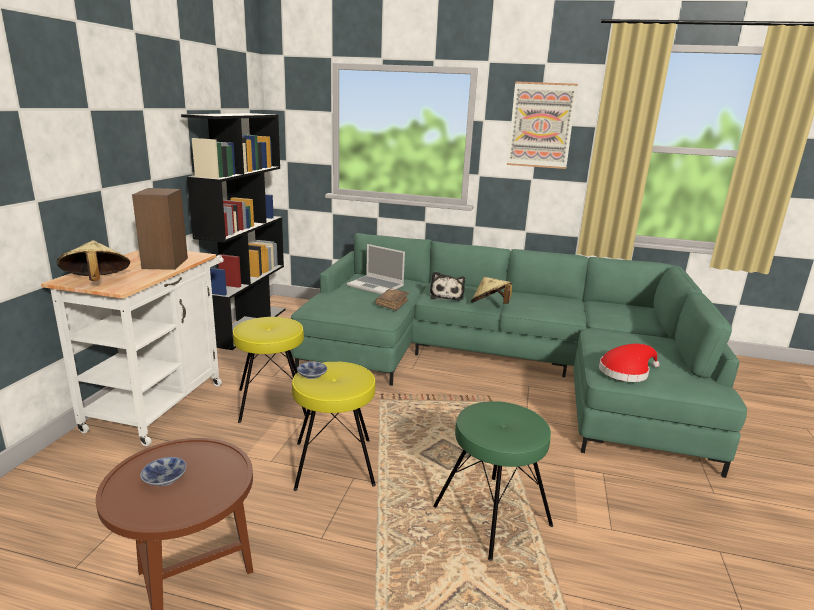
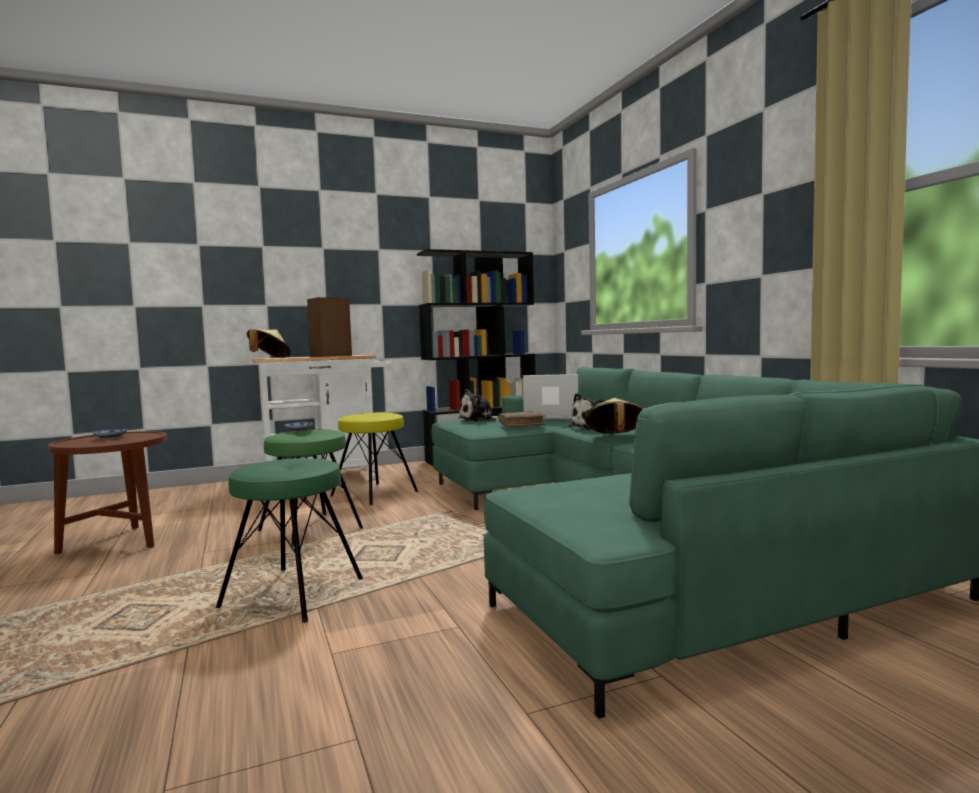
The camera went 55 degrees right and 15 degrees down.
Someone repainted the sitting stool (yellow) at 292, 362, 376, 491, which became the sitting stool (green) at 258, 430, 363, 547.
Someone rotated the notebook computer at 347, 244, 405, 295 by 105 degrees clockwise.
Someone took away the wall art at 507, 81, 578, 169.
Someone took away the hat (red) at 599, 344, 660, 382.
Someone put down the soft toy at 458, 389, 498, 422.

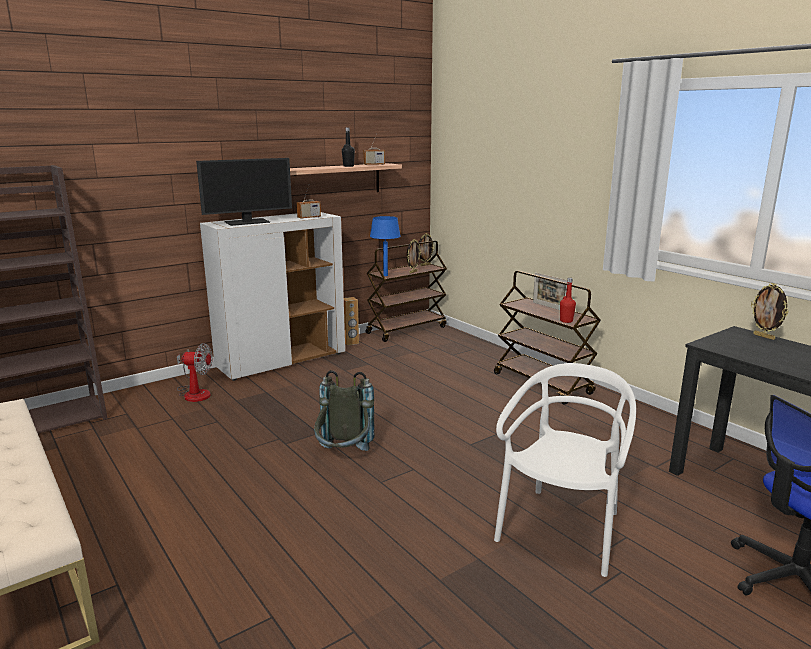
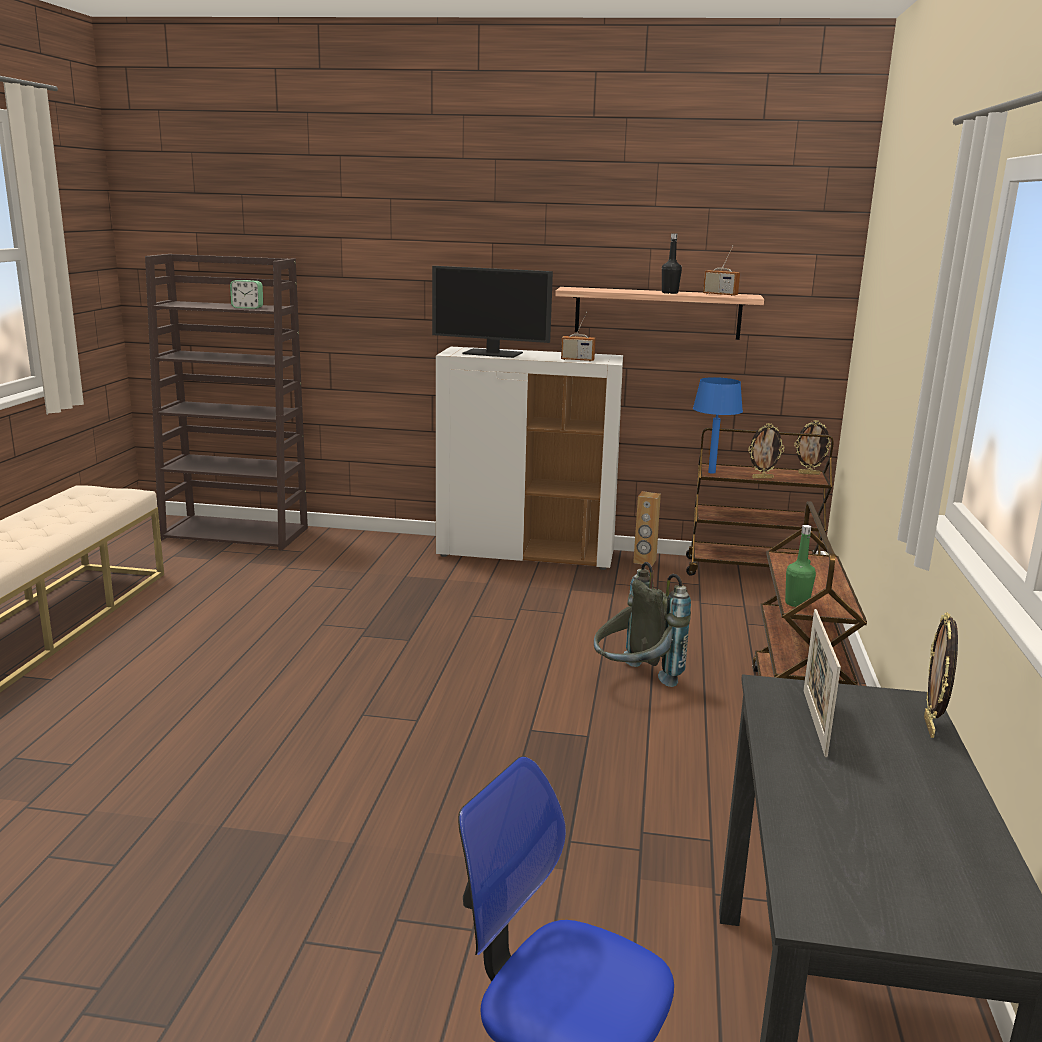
The camera went 45 degrees right and 0 degrees up.
Someone took away the cooling fan at 177, 343, 213, 402.
Someone carried the knapsack (gray) from 314, 370, 375, 451 to 594, 562, 691, 687.
Someone took away the upright chair (whitish) at 494, 363, 636, 577.
Someone carried the standing frame from 533, 272, 567, 310 to 803, 609, 841, 757.
Someone repainted the bottle (red) at 560, 278, 576, 323, which became the bottle (green) at 785, 525, 816, 607.
Someone put down the bedside clock at 230, 280, 263, 309.

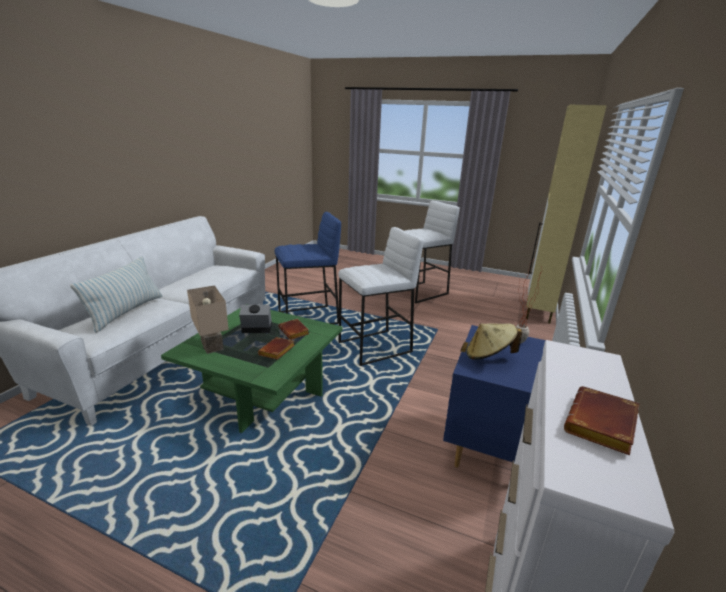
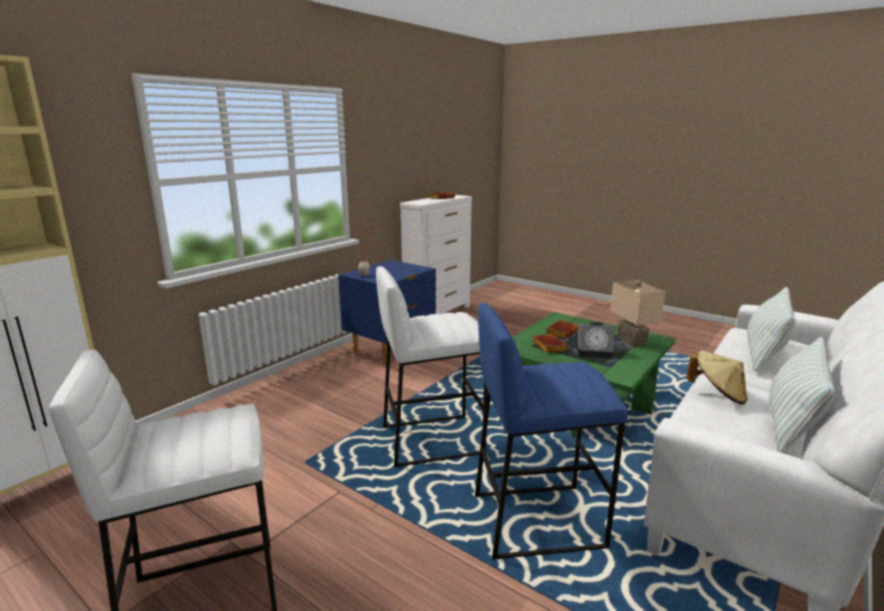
The camera went 165 degrees left and 5 degrees down.
Someone carried the hat (beige-coloured) from 466, 323, 522, 360 to 686, 350, 748, 404.
Someone put down the throw pillow at 769, 337, 835, 454.

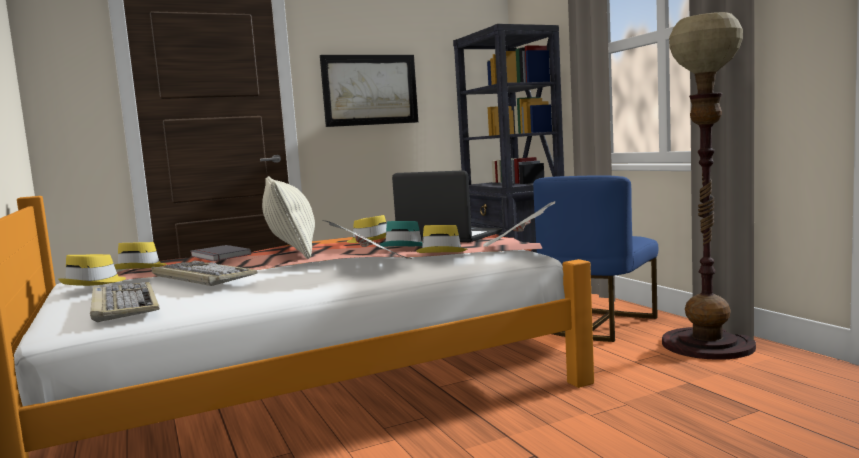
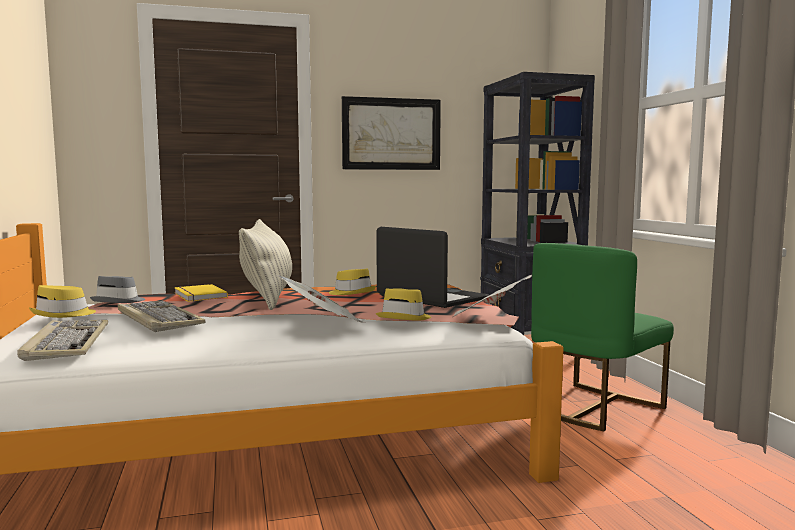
The camera went 10 degrees right and 0 degrees up.
Someone repainted the hat (yellow) at 114, 242, 167, 270, which became the hat (gray) at 90, 276, 145, 303.
Someone repainted the volume (gray) at 191, 245, 251, 261, which became the volume (yellow) at 174, 284, 228, 302.
Someone took away the hat (blue-green) at 380, 221, 423, 247.
Someone repainted the upright chair (bluish) at 533, 175, 658, 342, which became the upright chair (green) at 531, 243, 674, 431.
Someone took away the floor lamp at 662, 12, 756, 360.

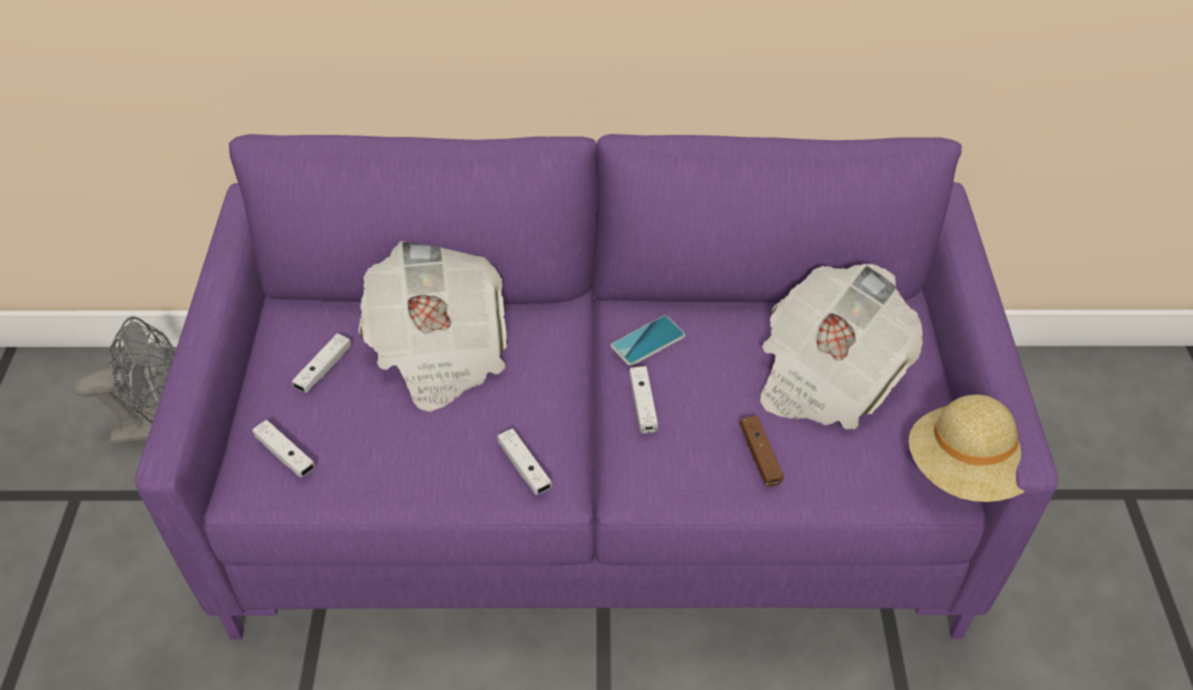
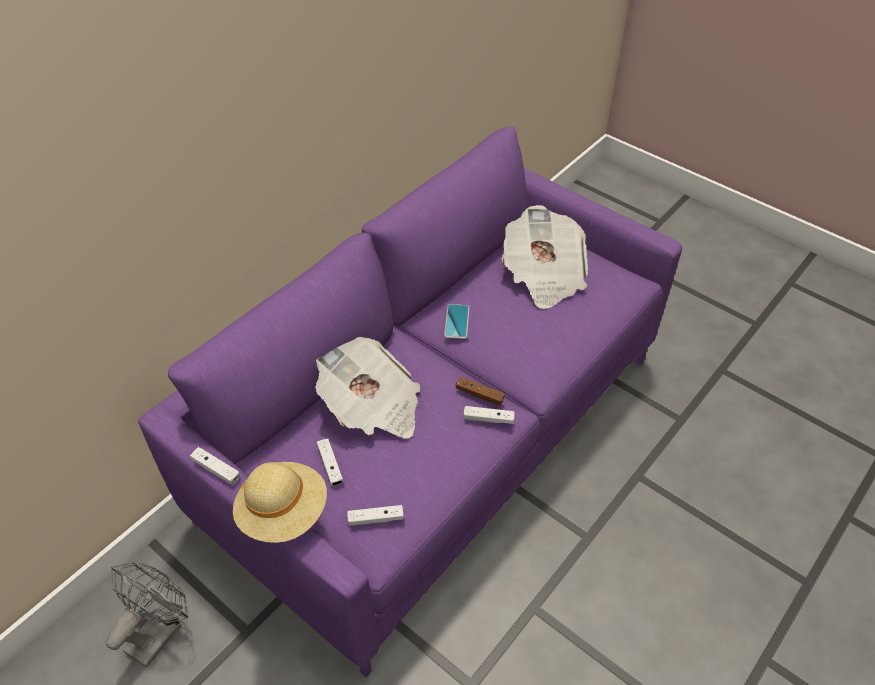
The camera went 50 degrees left and 0 degrees up.
Someone carried the game controller (whitish) from 629, 366, 658, 433 to 190, 447, 240, 485.
Someone carried the game controller (brownish) from 740, 416, 784, 487 to 456, 377, 505, 405.
Someone carried the hat (beige-coloured) from 909, 395, 1025, 502 to 233, 462, 327, 543.

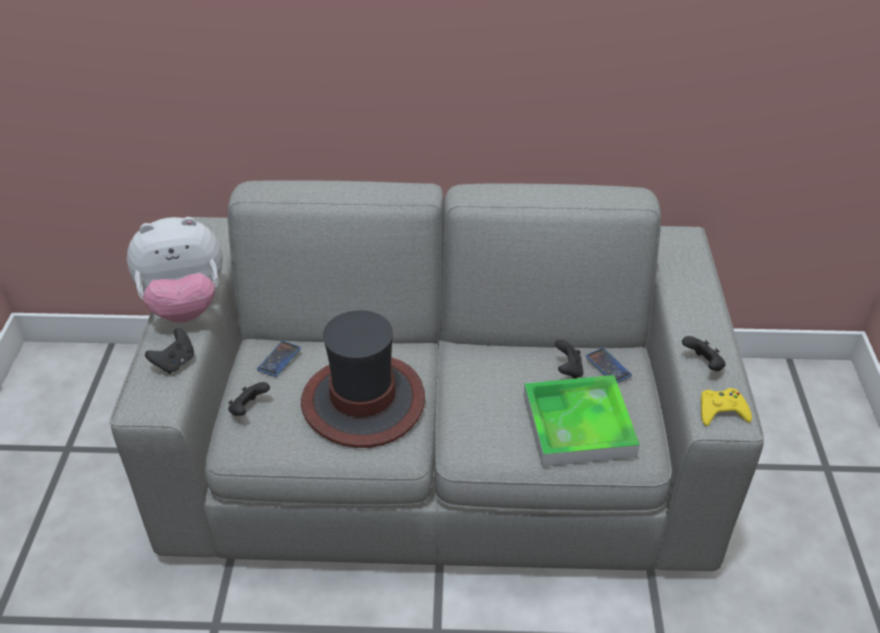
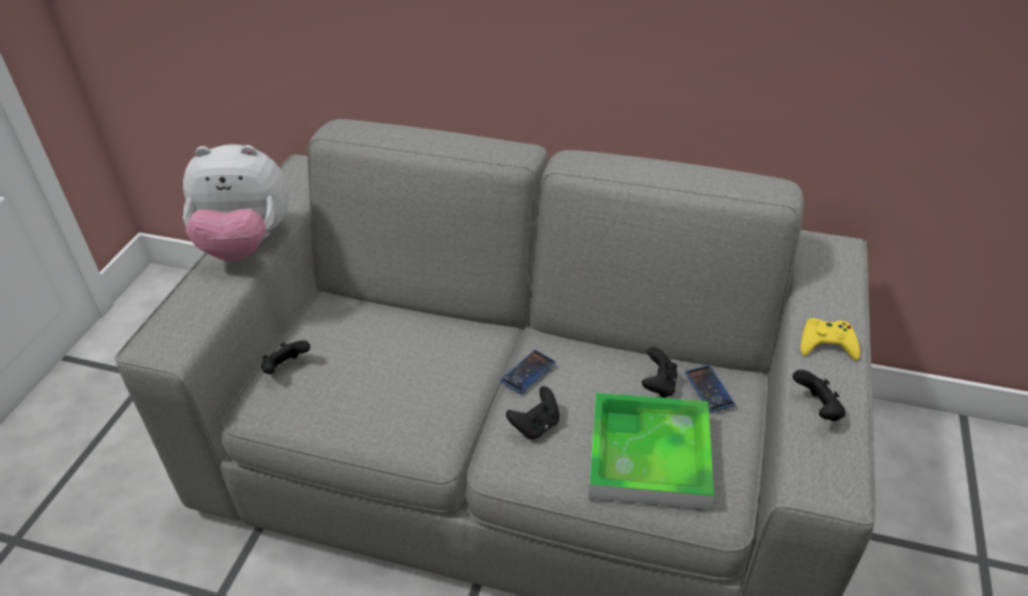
The camera went 15 degrees right and 0 degrees up.
Someone carried the game controller (black) from 145, 328, 194, 374 to 506, 386, 560, 439.
Someone carried the phone from 257, 341, 301, 377 to 500, 350, 555, 394.
Someone took away the hat at 301, 310, 425, 448.
Someone carried the game controller (yellow) from 701, 388, 752, 426 to 801, 318, 860, 360.

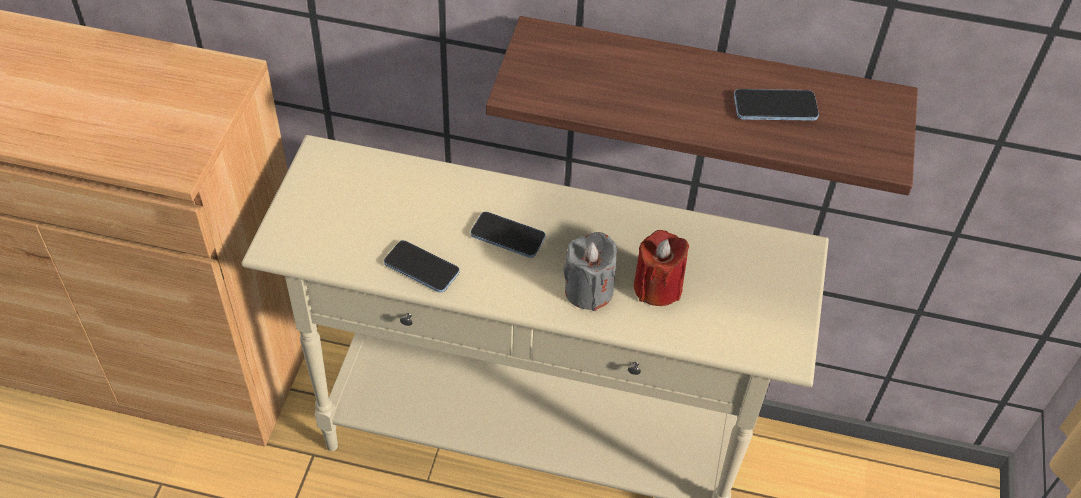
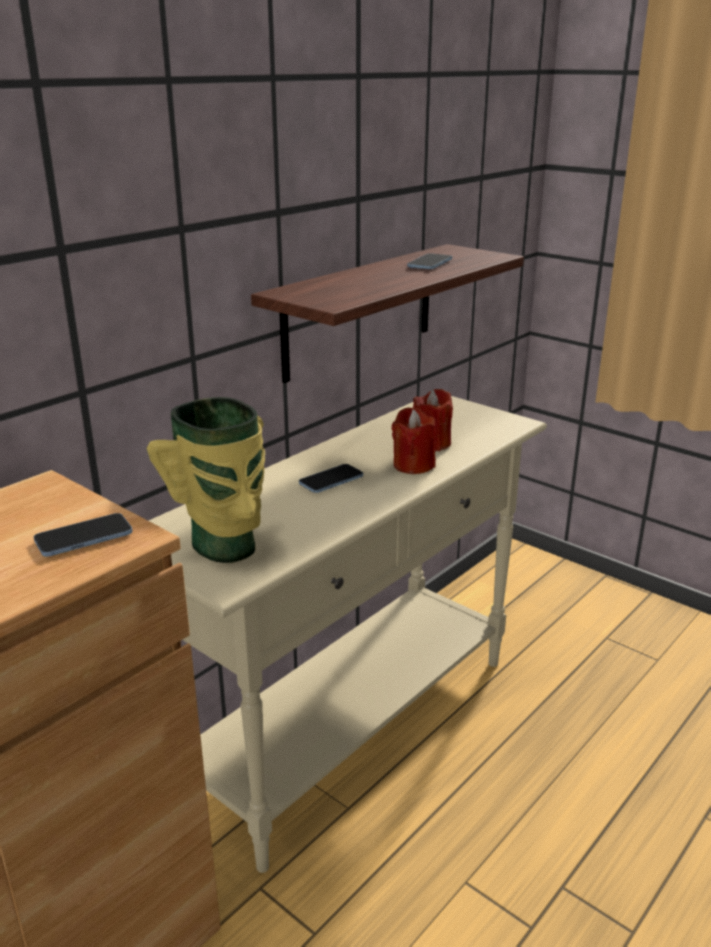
The camera went 60 degrees left and 25 degrees down.
Someone carried the phone from 384, 240, 460, 293 to 34, 513, 133, 557.
Someone repainted the wax light (gray) at 563, 232, 617, 311, which became the wax light (red) at 392, 407, 436, 474.
Someone put down the decorative vase at 147, 397, 265, 563.

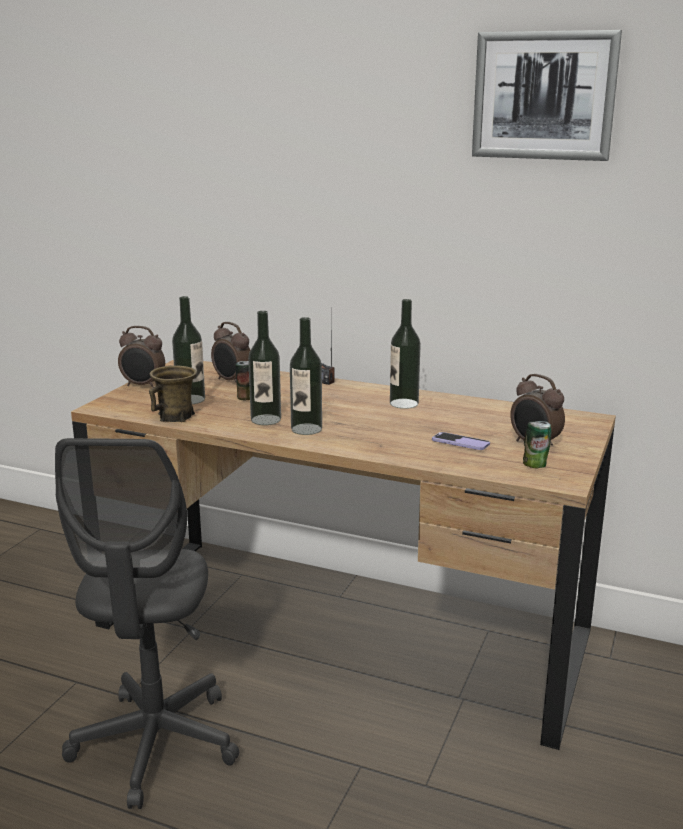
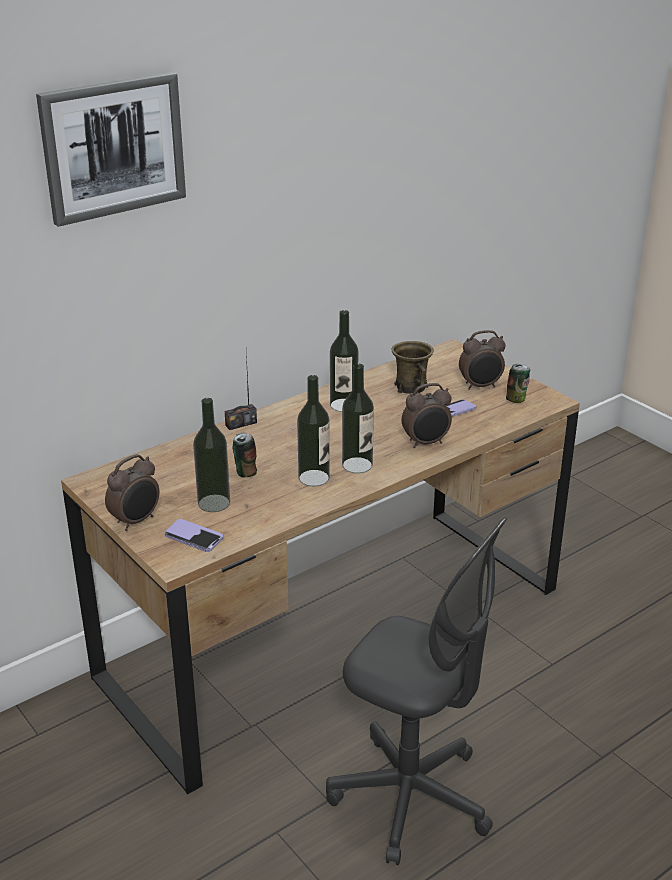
The camera went 60 degrees left and 10 degrees up.
Someone carried the tea mug (brownish) from 149, 366, 197, 422 to 391, 341, 434, 394.
Someone carried the bedside clock from 211, 322, 250, 385 to 402, 383, 452, 448.
Someone carried the wall art from 472, 30, 622, 161 to 36, 72, 186, 227.
Someone put down the phone at 165, 519, 223, 552.

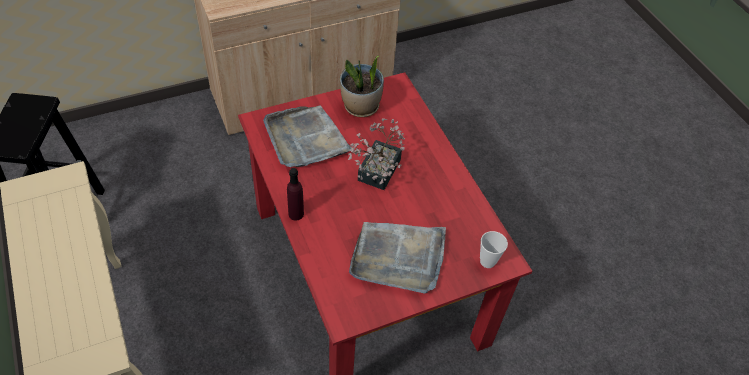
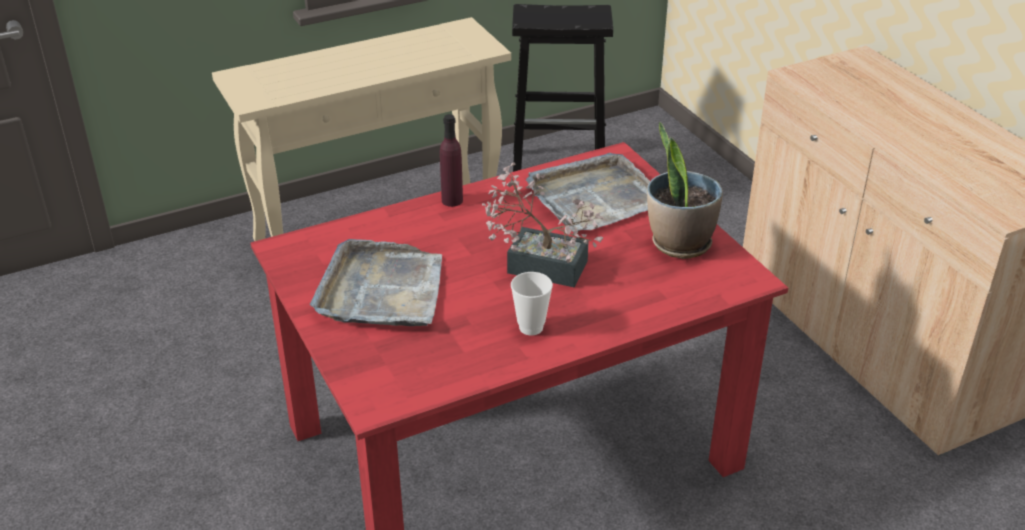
The camera went 90 degrees right and 15 degrees down.
Someone carried the small cup from 480, 231, 508, 268 to 511, 272, 553, 336.

